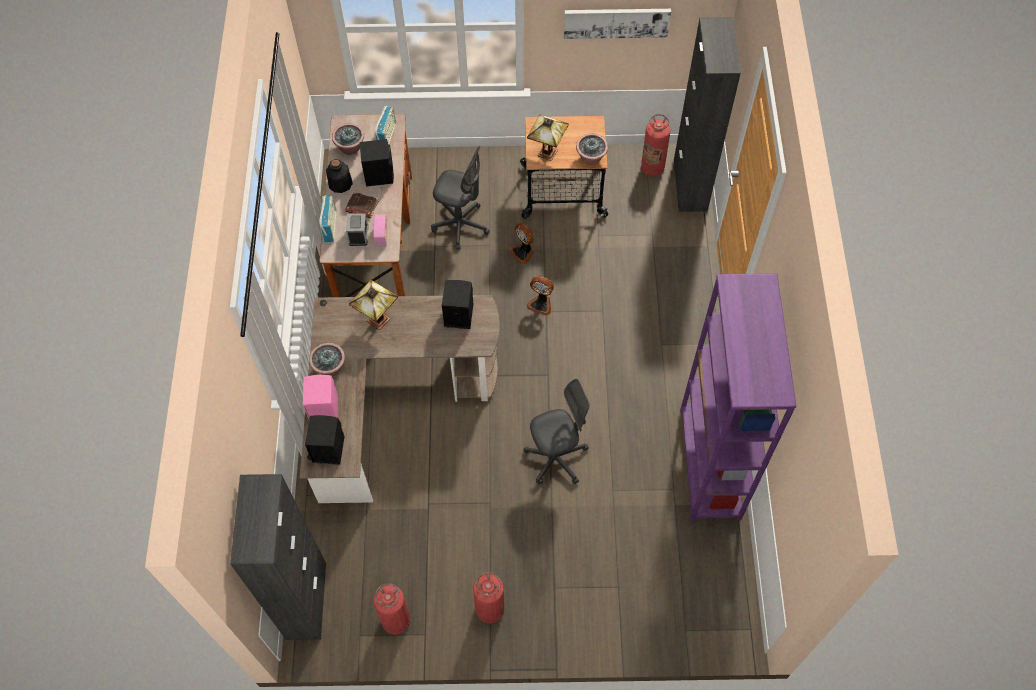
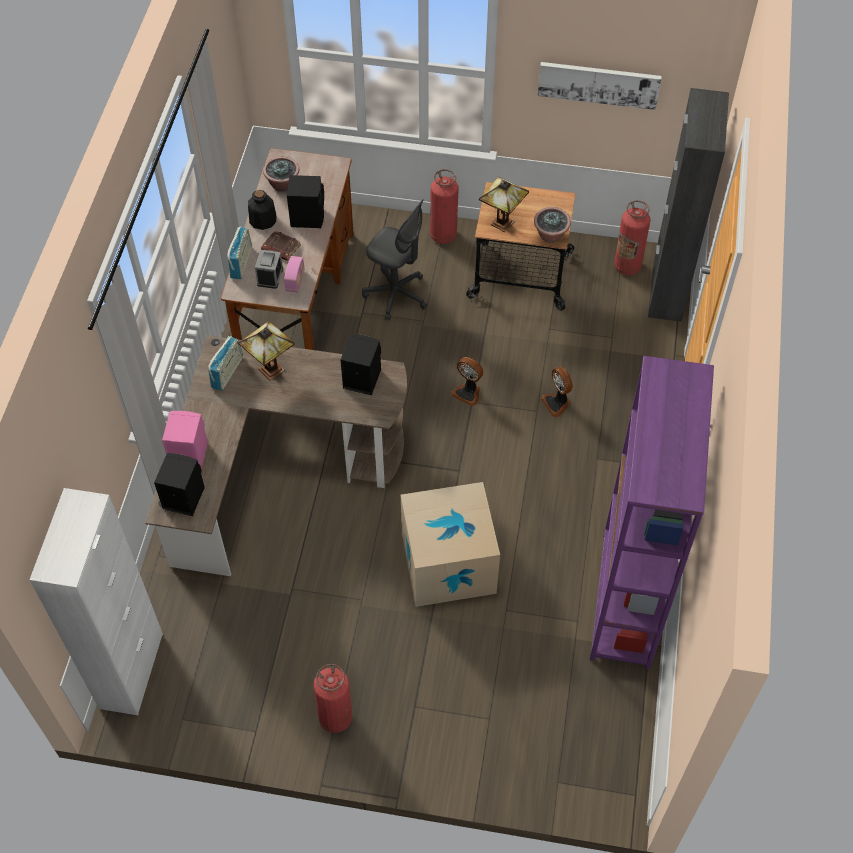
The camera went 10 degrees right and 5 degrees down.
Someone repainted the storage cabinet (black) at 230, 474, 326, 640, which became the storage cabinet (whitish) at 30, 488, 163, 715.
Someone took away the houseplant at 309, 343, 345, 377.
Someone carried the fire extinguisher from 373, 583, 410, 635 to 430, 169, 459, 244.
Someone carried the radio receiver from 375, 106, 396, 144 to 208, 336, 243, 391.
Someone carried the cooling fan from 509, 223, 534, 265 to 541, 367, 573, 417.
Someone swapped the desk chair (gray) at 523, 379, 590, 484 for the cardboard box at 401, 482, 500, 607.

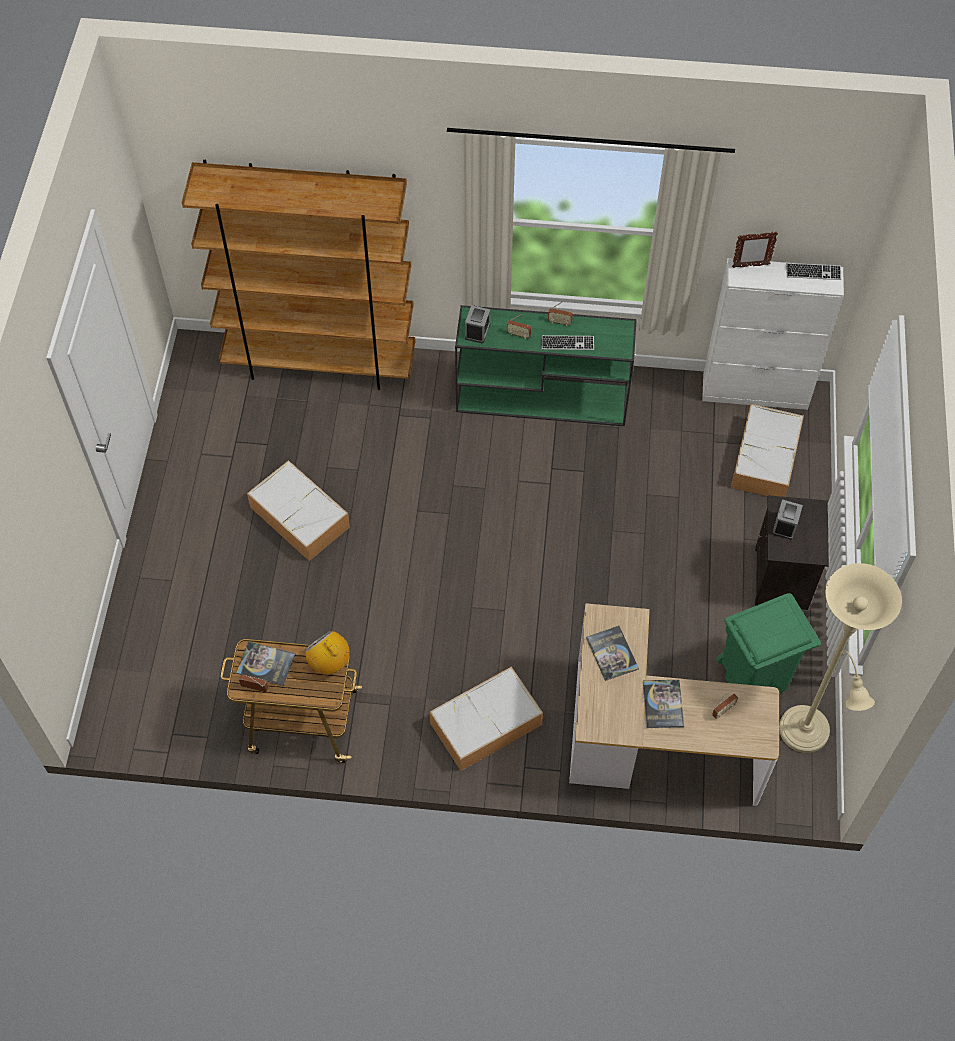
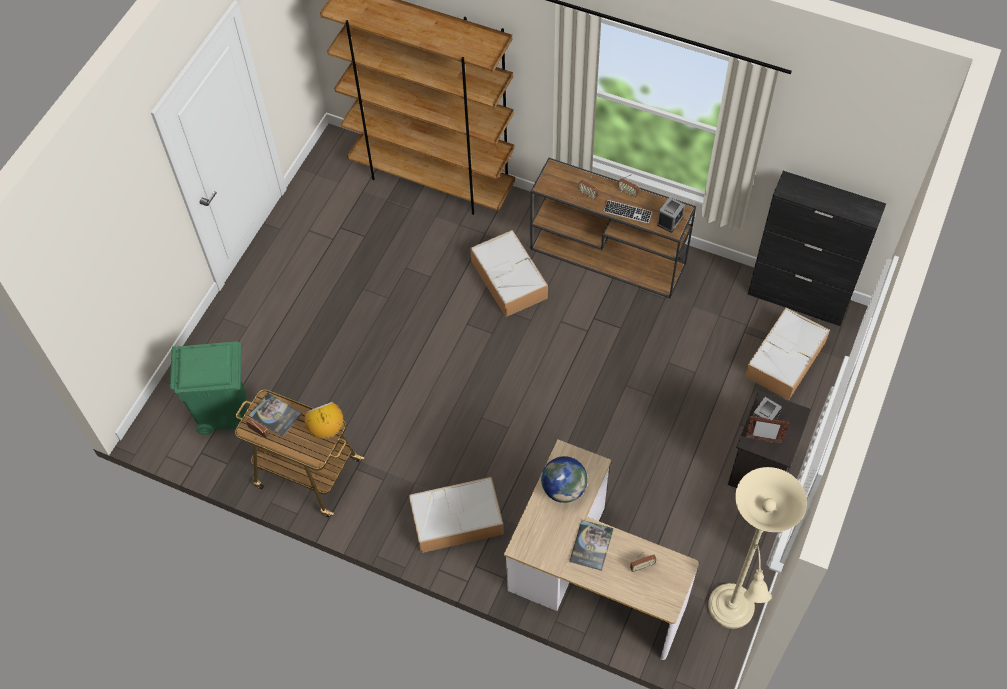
The camera went 20 degrees right and 0 degrees up.
Someone carried the storage container from 247, 460, 350, 561 to 470, 230, 548, 317.
Someone repainted the narrow table (green) at 455, 305, 637, 426, which became the narrow table (brownish) at 530, 158, 696, 299.
Someone carried the bedside clock from 465, 305, 490, 343 to 657, 197, 685, 233.
Someone swapped the volume at 586, 626, 639, 681 for the world globe at 541, 456, 588, 503.
Someone repainted the storage cabinet (whitish) at 702, 258, 844, 410, which became the storage cabinet (black) at 748, 171, 886, 326.
Someone carried the trash can (green) from 716, 593, 821, 694 to 169, 341, 247, 435.
Someone carried the standing frame from 732, 232, 778, 268 to 745, 416, 789, 444.
Someone took away the PC keyboard at 787, 263, 841, 280.

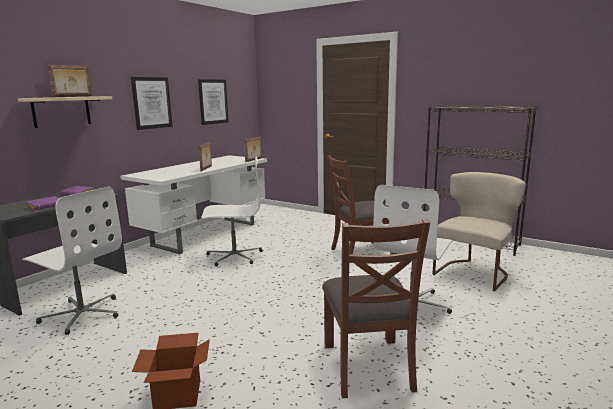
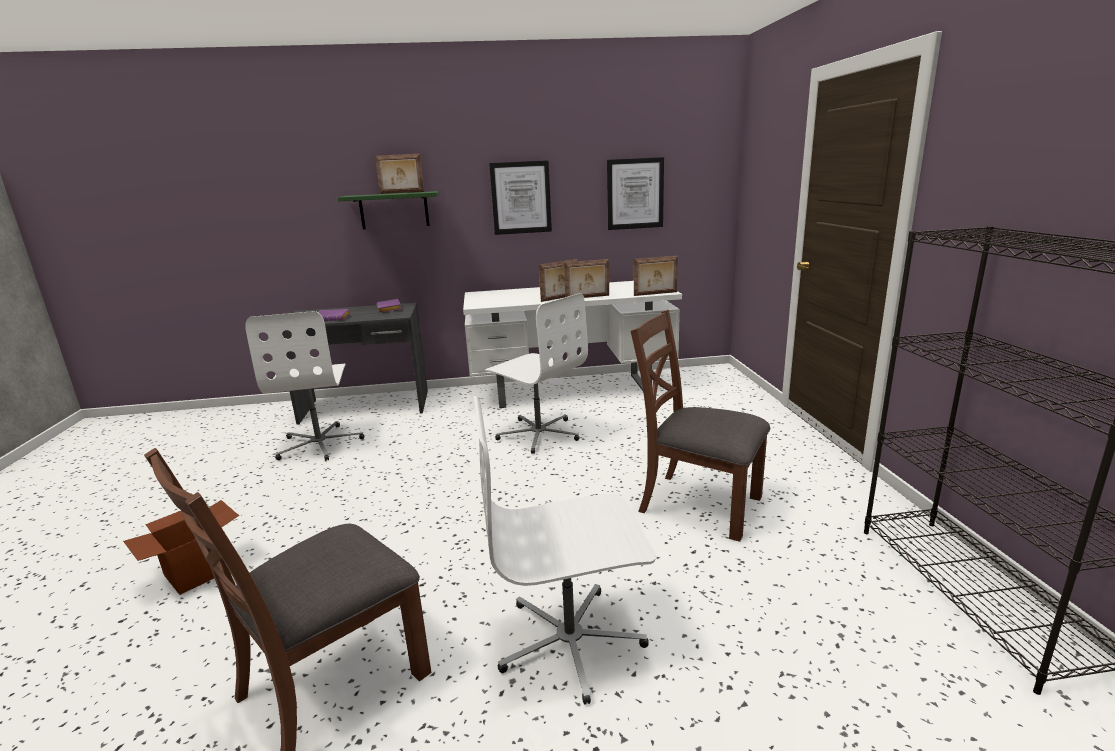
The camera went 50 degrees right and 5 degrees up.
Someone repainted the wall shelf (beige-coloured) at 18, 96, 112, 128, which became the wall shelf (green) at 338, 191, 439, 229.
Someone took away the upright chair (beige-coloured) at 433, 172, 526, 291.
Someone put down the standing frame at 564, 259, 609, 298.

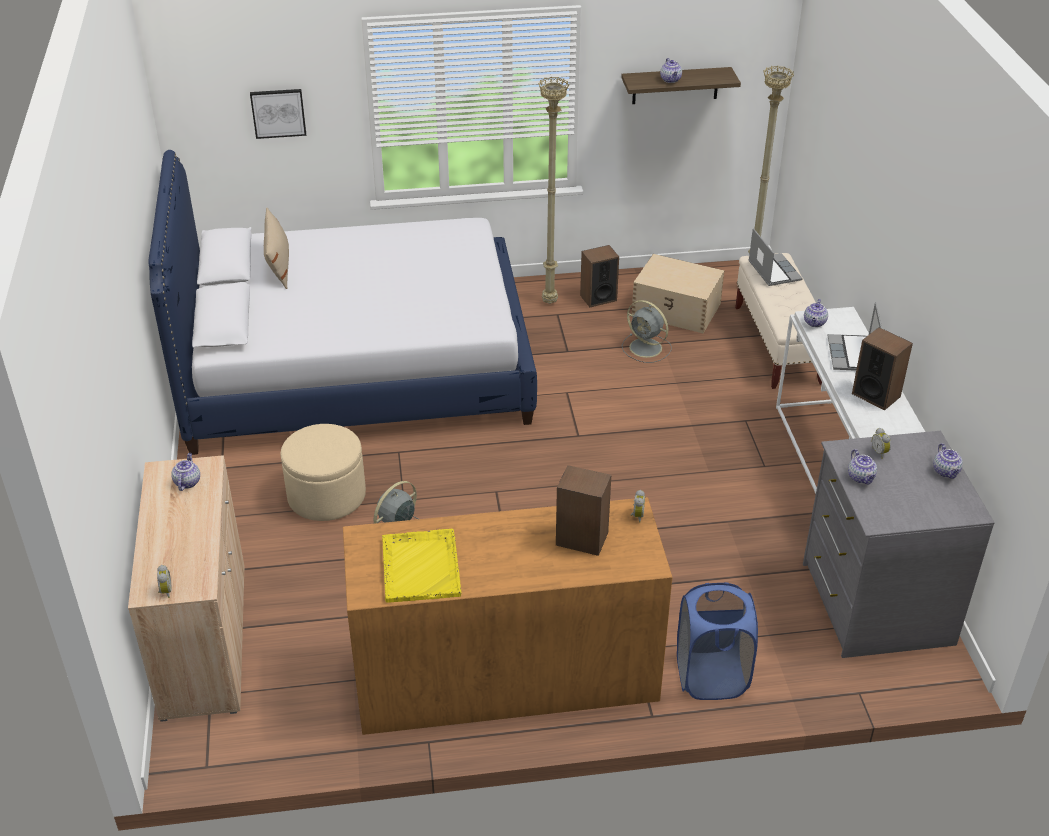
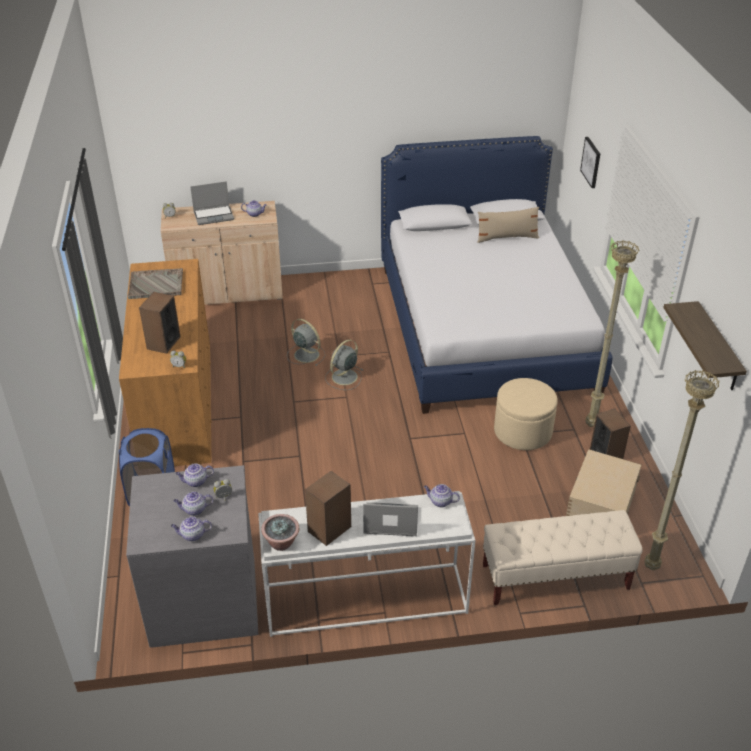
The camera went 90 degrees right and 0 degrees up.
Someone carried the pouffe (beige-coloured) from 280, 424, 366, 521 to 494, 378, 558, 450.
Someone repainted the serving tray (yellow) at 382, 529, 461, 603, which became the serving tray (gray) at 128, 268, 183, 299.
Someone carried the cooling fan (gray) from 622, 300, 672, 363 to 325, 340, 363, 390.
Someone carried the tea pot from 660, 58, 682, 83 to 174, 491, 213, 516.
Someone carried the notebook computer from 749, 228, 803, 286 to 190, 181, 234, 225.
Someone put down the houseplant at 261, 514, 299, 551.

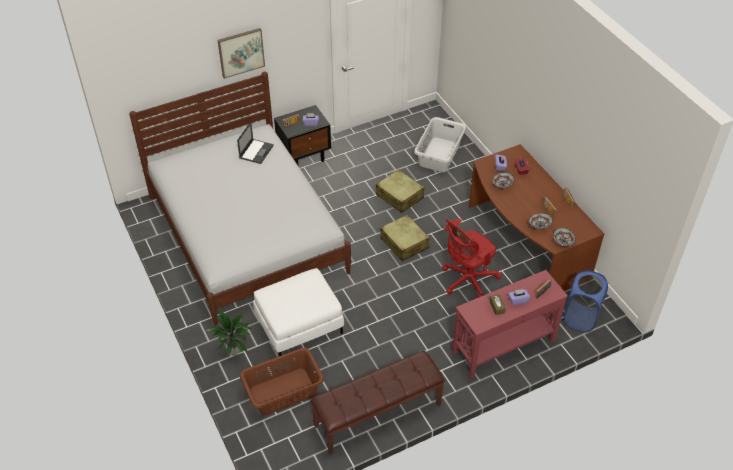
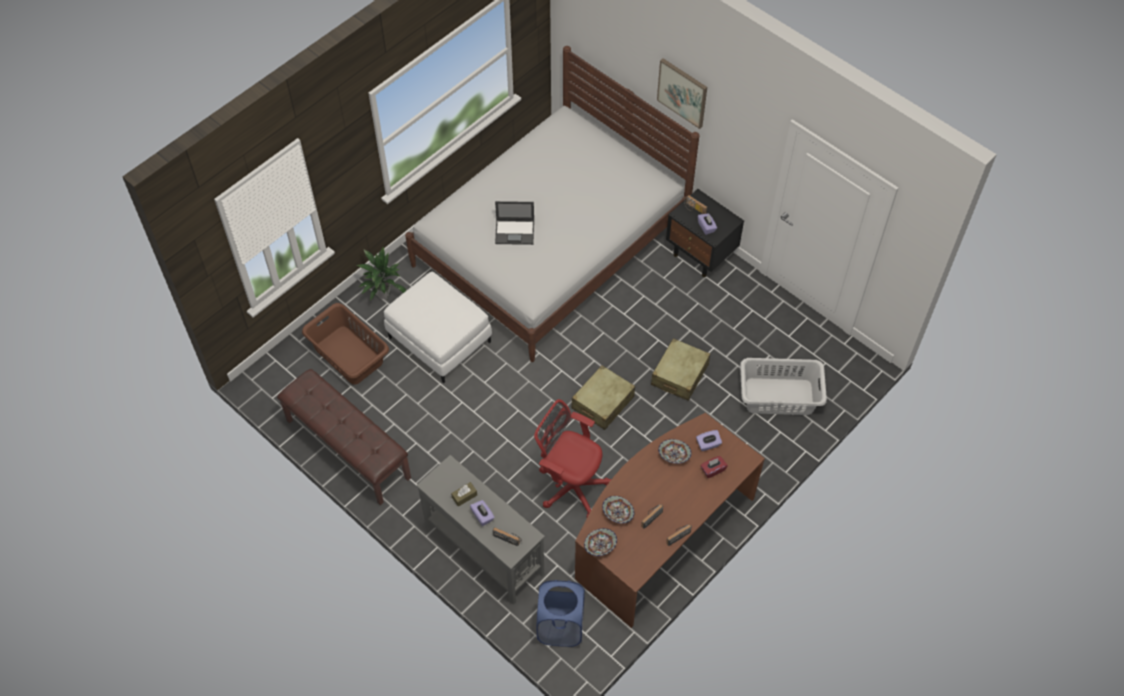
The camera went 70 degrees right and 10 degrees up.
Someone carried the notebook computer from 237, 122, 274, 164 to 495, 201, 534, 245.
Someone repainted the narrow table (red) at 452, 270, 568, 378, which became the narrow table (gray) at 416, 455, 545, 605.

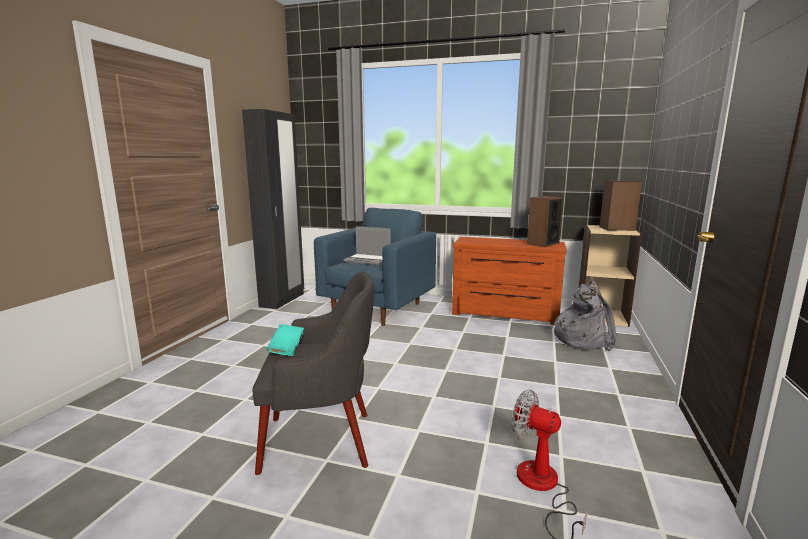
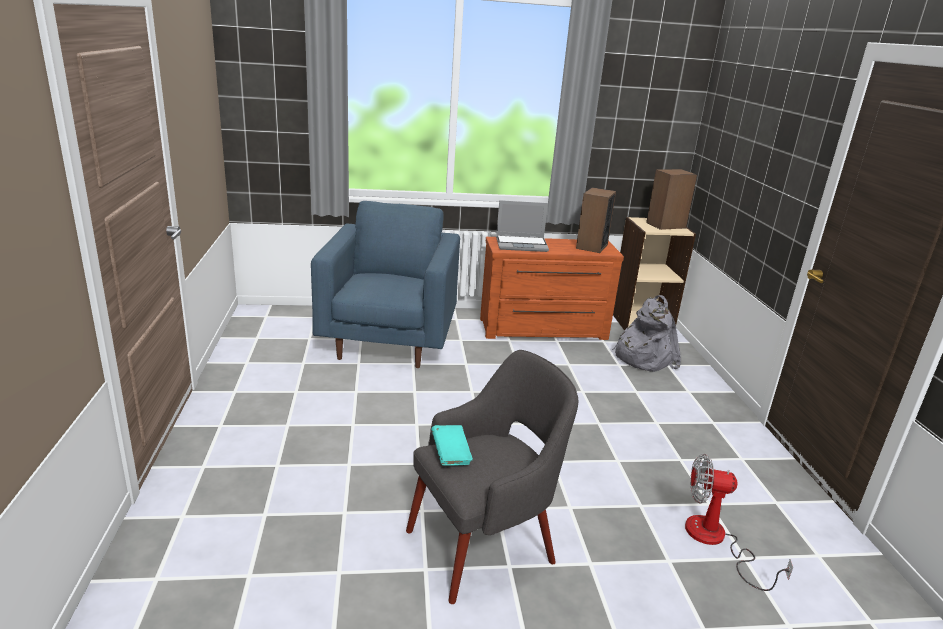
The camera went 25 degrees left and 10 degrees up.
Someone took away the wardrobe (black) at 242, 109, 304, 309.
Someone carried the notebook computer from 343, 226, 391, 265 to 496, 200, 549, 252.

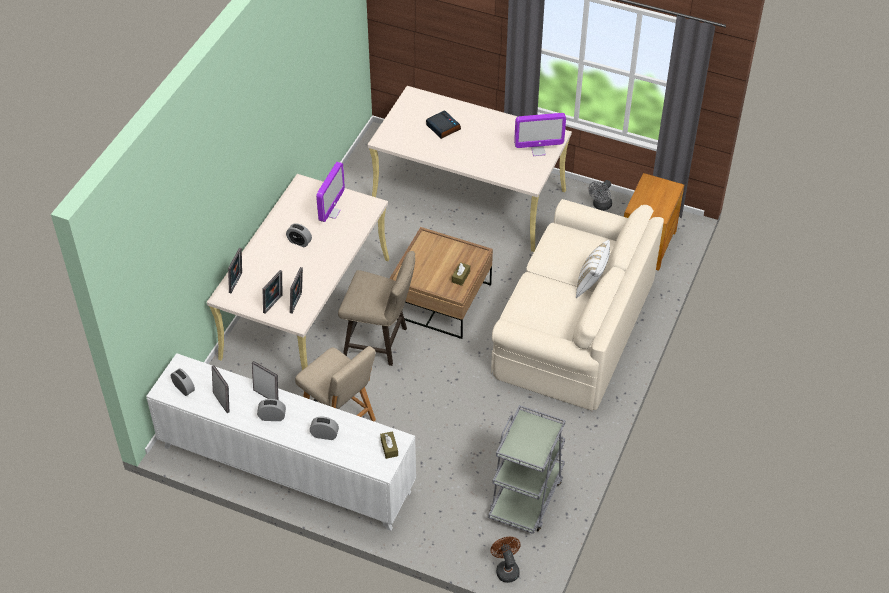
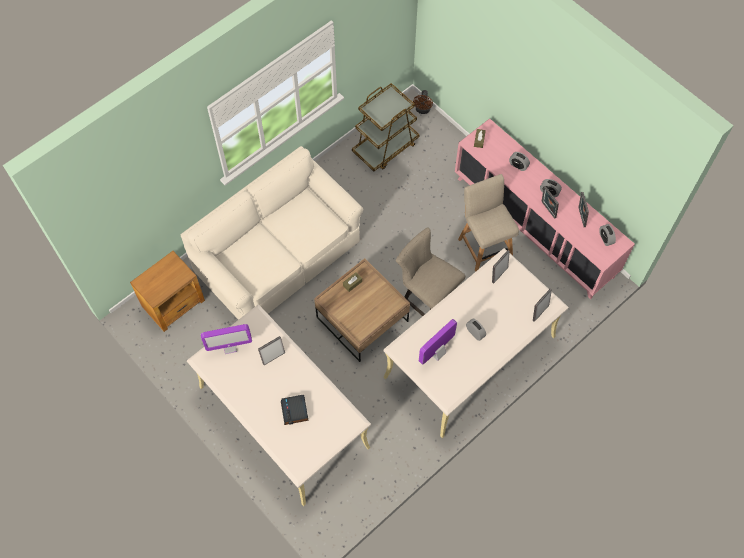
The camera went 155 degrees left and 15 degrees up.
Someone repainted the storage cabinet (whitish) at 146, 353, 416, 531, which became the storage cabinet (pinkish) at 455, 118, 635, 299.
Someone carried the standing frame from 262, 270, 282, 314 to 258, 336, 285, 365.
Someone repainted the trolley (gray) at 488, 405, 565, 534, which became the trolley (brownish) at 352, 83, 420, 171.
Someone rotated the computer display at 514, 113, 566, 156 by 150 degrees clockwise.
Someone took away the throw pillow (whitish) at 576, 240, 610, 298.
Someone took away the cooling fan (gray) at 588, 180, 612, 211.

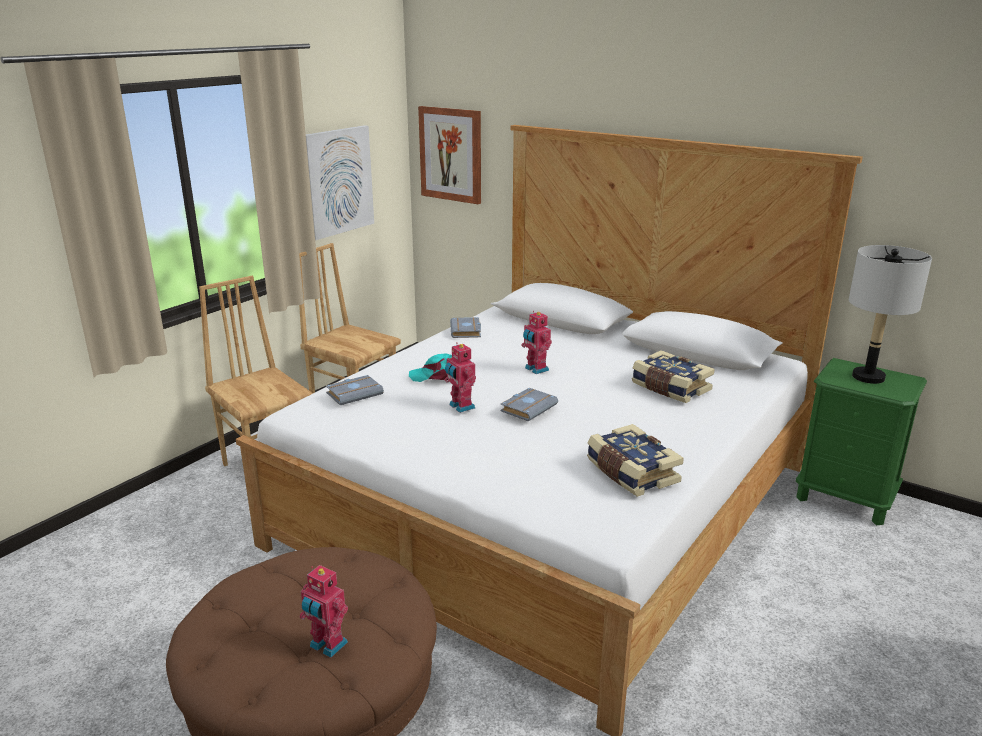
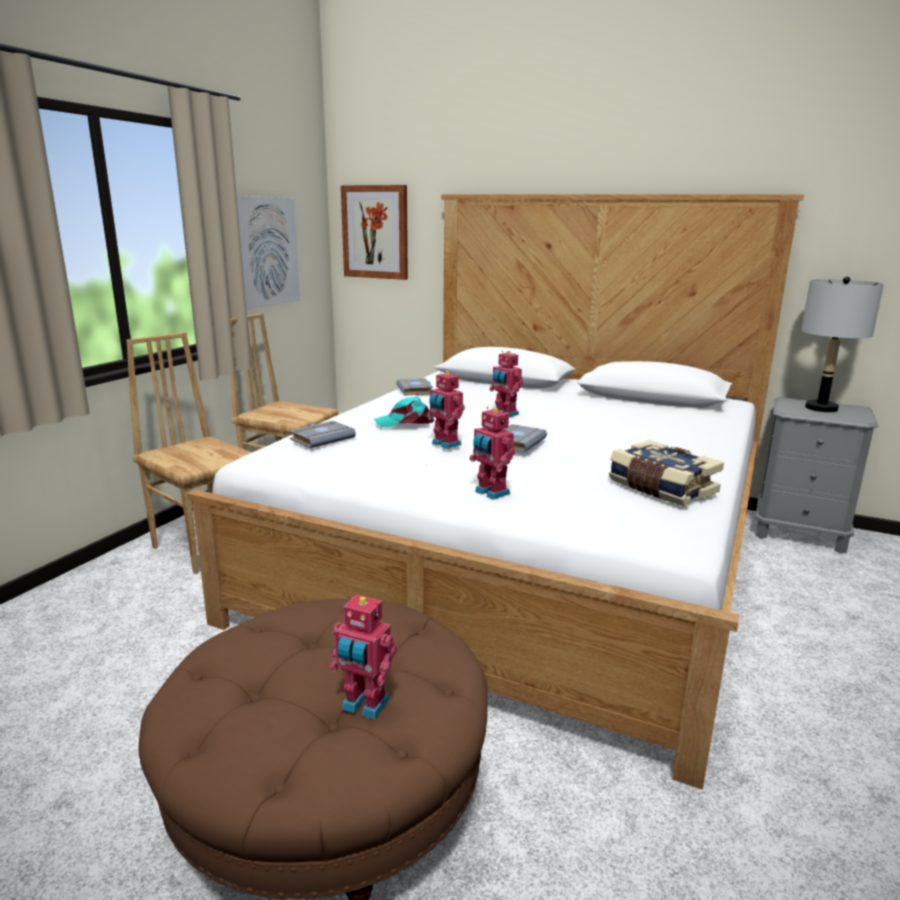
The camera went 10 degrees left and 5 degrees down.
Someone took away the volume at 632, 350, 715, 403.
Someone repainted the nightstand (green) at 796, 358, 927, 525, which became the nightstand (gray) at 755, 397, 878, 554.
Someone put down the robot figure at 470, 407, 516, 500.

